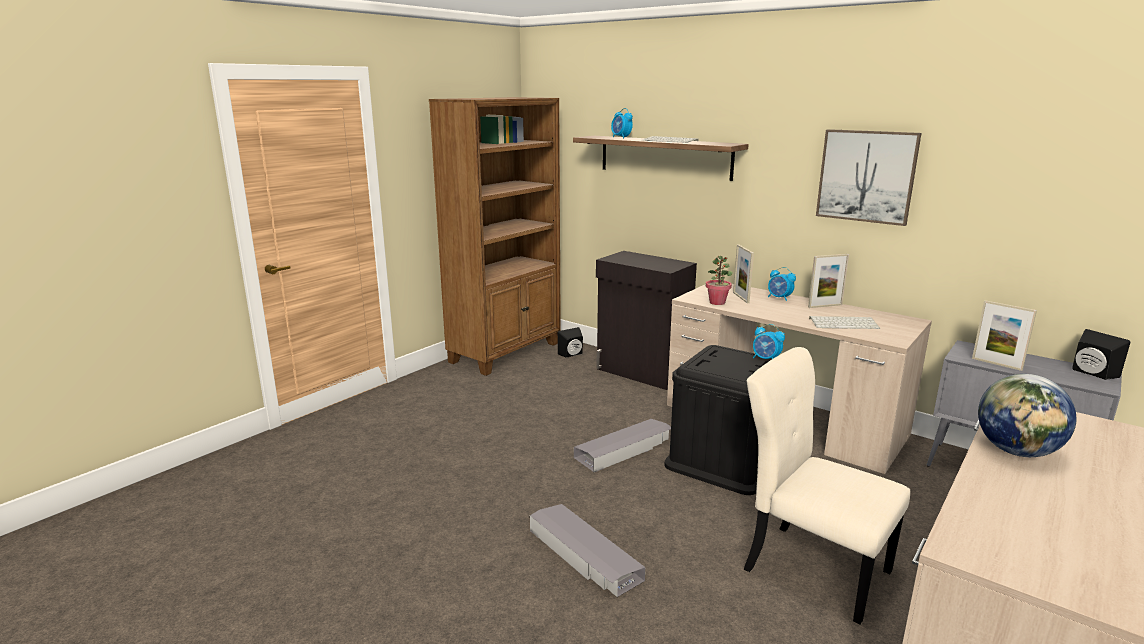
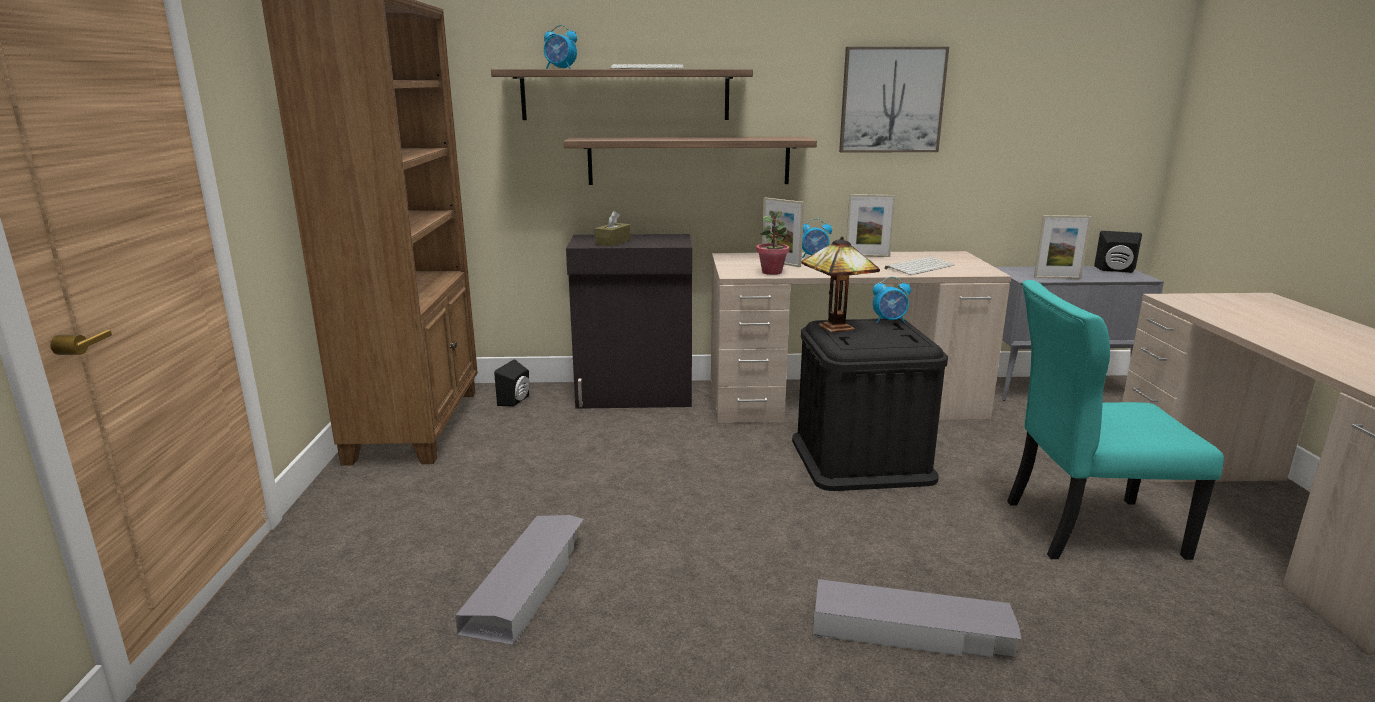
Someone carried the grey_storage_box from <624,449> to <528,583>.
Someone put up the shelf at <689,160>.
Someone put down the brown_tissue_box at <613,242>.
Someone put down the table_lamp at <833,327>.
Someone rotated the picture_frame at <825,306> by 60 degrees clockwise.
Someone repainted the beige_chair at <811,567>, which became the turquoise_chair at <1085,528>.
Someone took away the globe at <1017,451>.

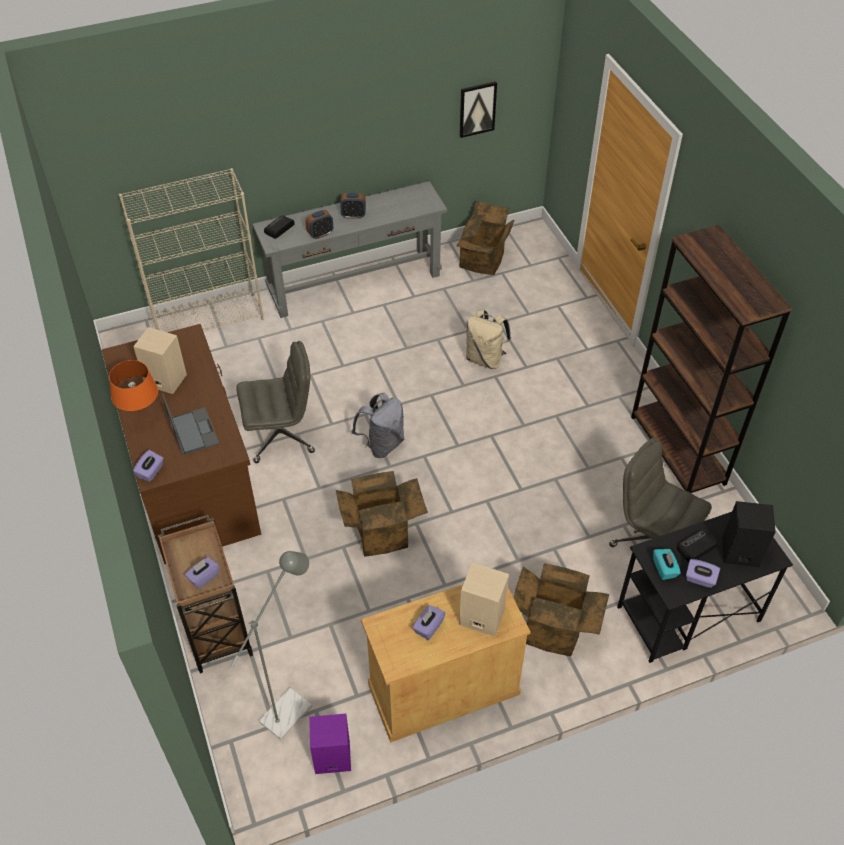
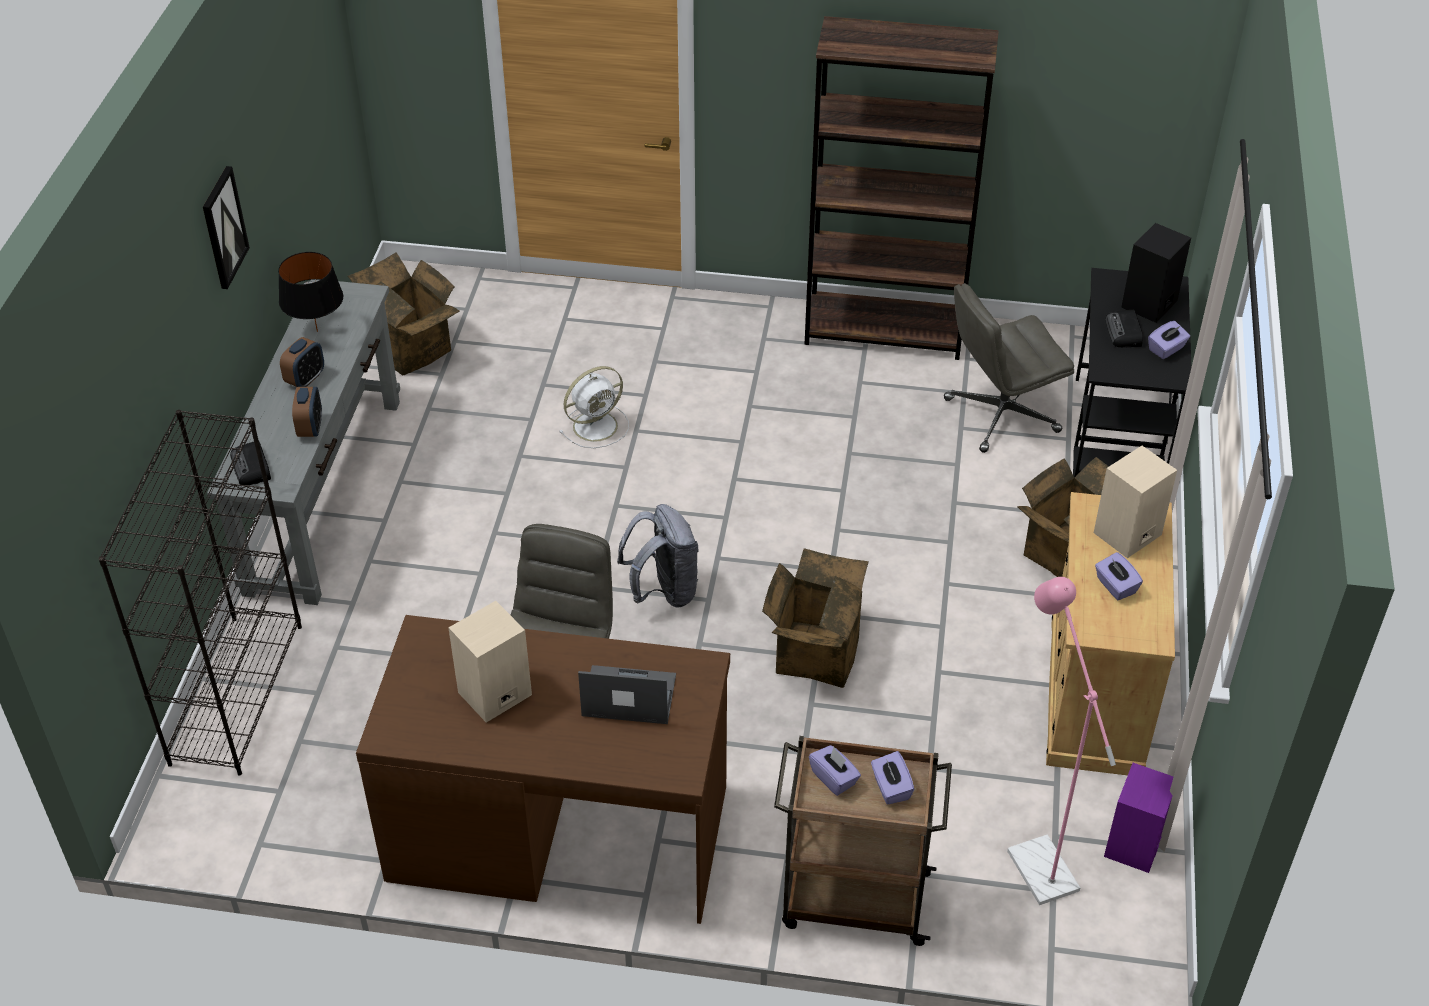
Someone repainted the beige_bookcase at <209,319>, which became the black_bookcase at <236,692>.
Someone carried the picture from <477,109> to <223,227>.
Someone put down the black_table_lamp at <317,331>.
Someone swapped the beige_backpack at <485,358> for the white_fan at <597,425>.
Someone carried the purple_tissue_box from <151,472> to <834,778>.
Someone repainted the grey_floor_lamp at <292,707>, which became the pink_floor_lamp at <1035,859>.
Someone took away the orange_table_lamp at <141,413>.
Someone took away the turquoise_tissue_box at <664,569>.

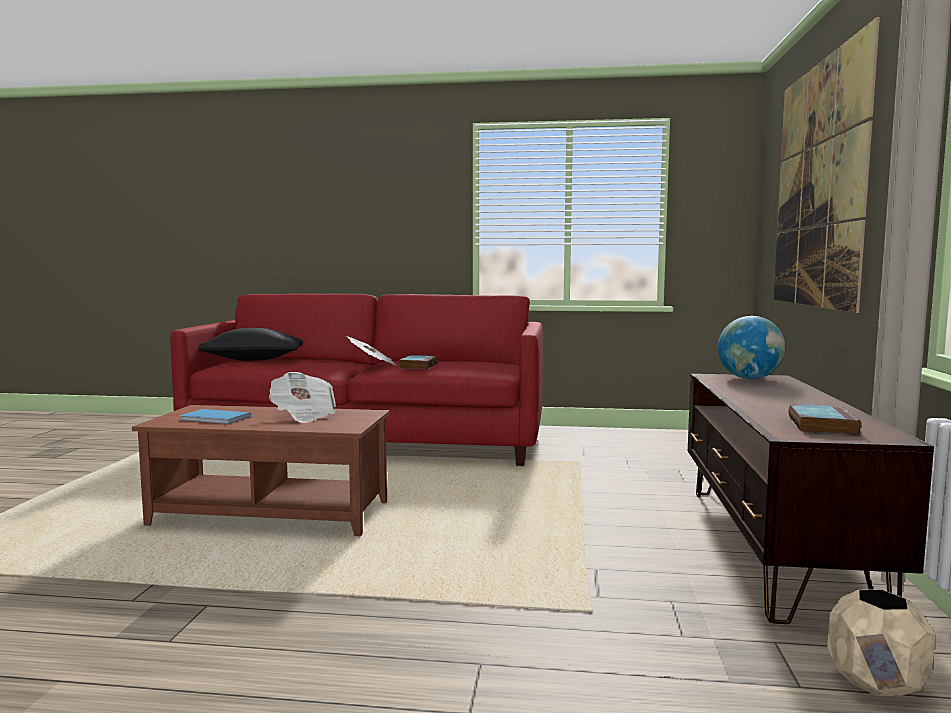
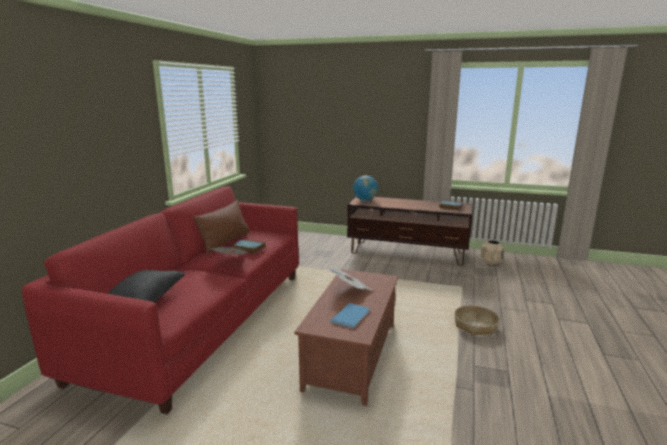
Someone put down the brown_pillow at <225,241>.
Someone put down the basket at <475,326>.
Someone took away the picture at <817,185>.

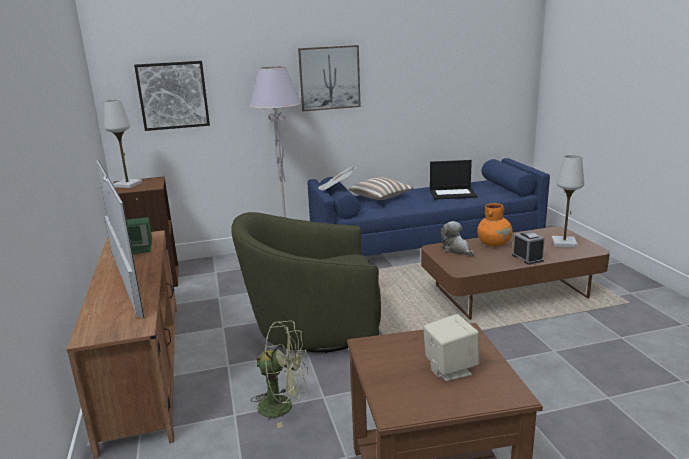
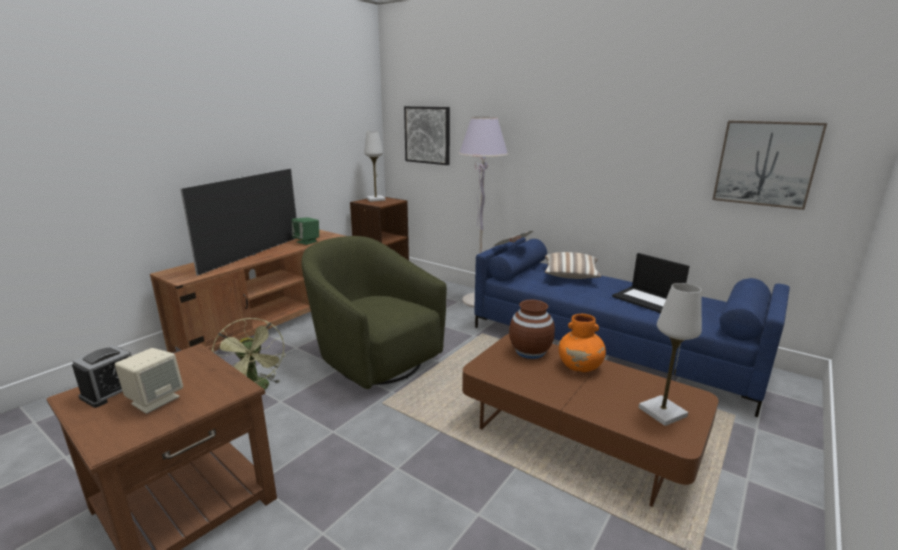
Someone carried the alarm_clock from <527,258> to <111,391>.
Someone swapped the plush_toy at <456,250> for the brown_vase at <530,351>.
Someone carried the picture from <329,78> to <765,163>.

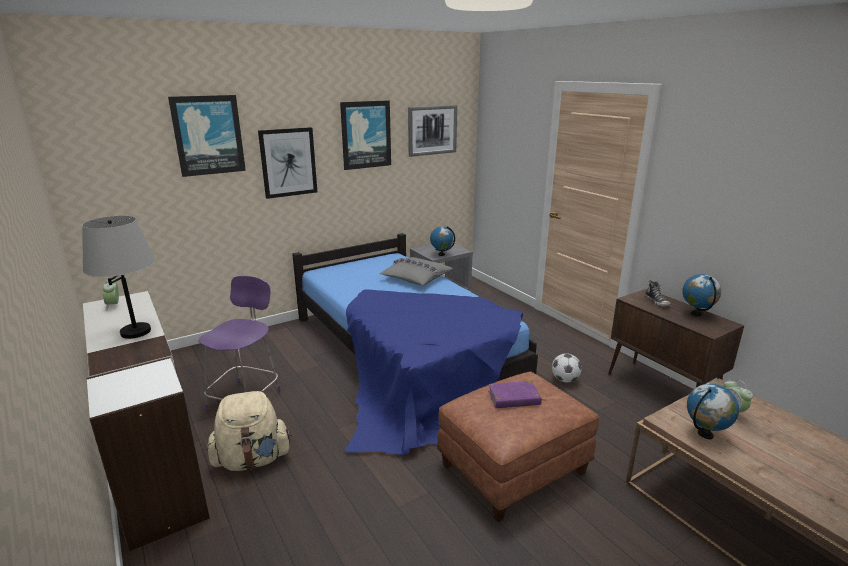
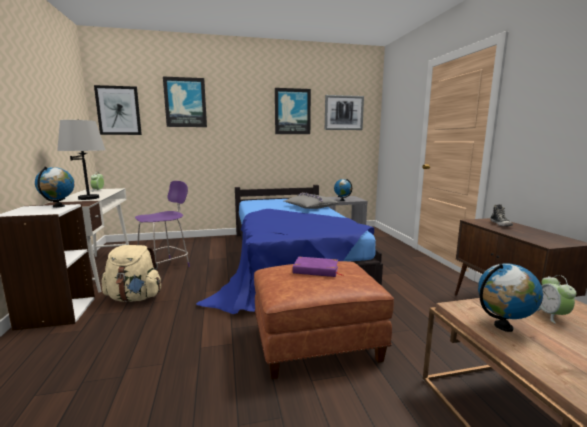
Someone carried the globe from <696,314> to <58,206>.
Someone carried the picture from <288,162> to <118,110>.
Someone took away the football at <565,380>.

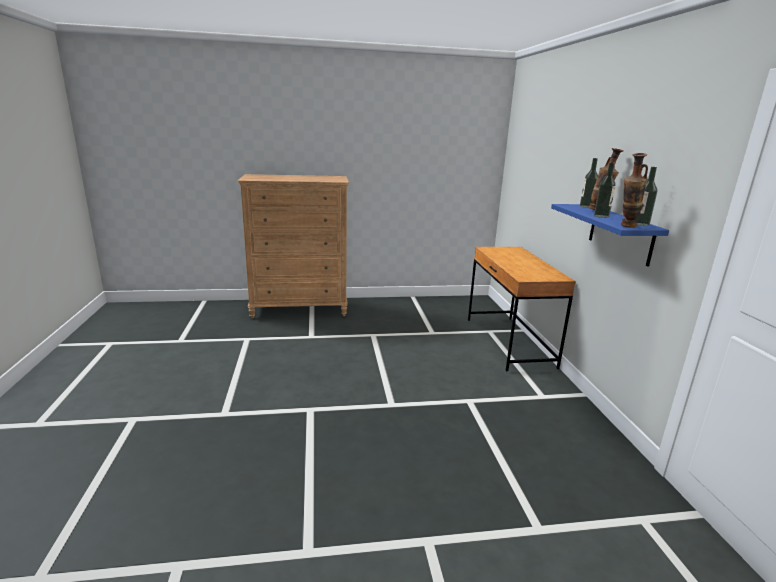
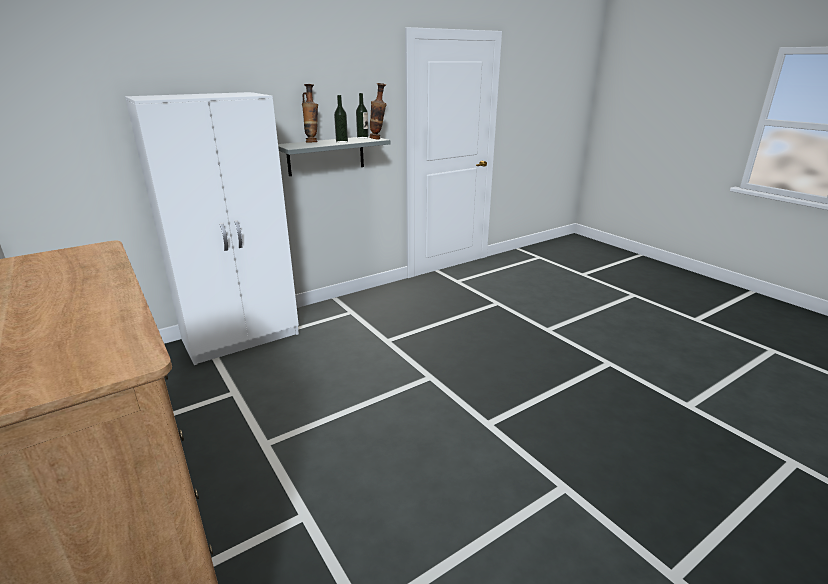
Someone swapped the brown_desk at <508,342> for the white_wardrobe at <242,337>.
Someone repainted the blue_shelf at <620,233>, which became the grey_shelf at <326,155>.
Someone took away the bottle at <586,206>.

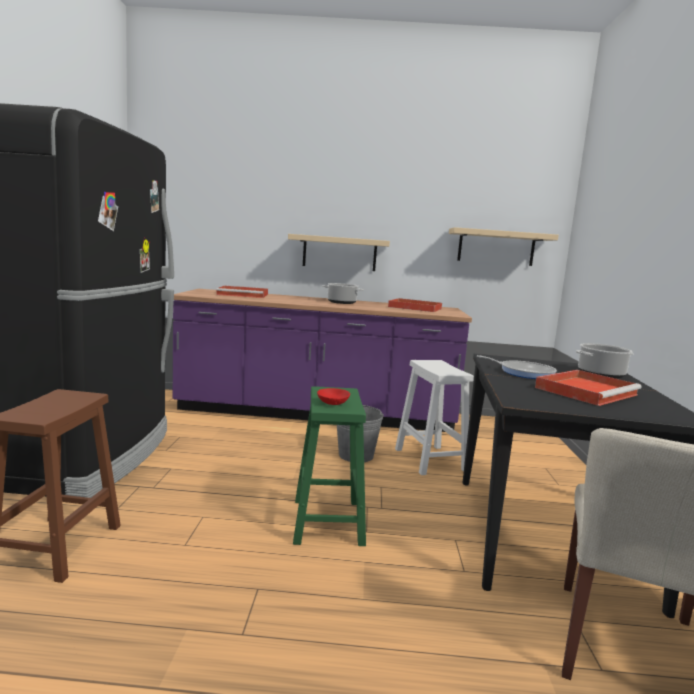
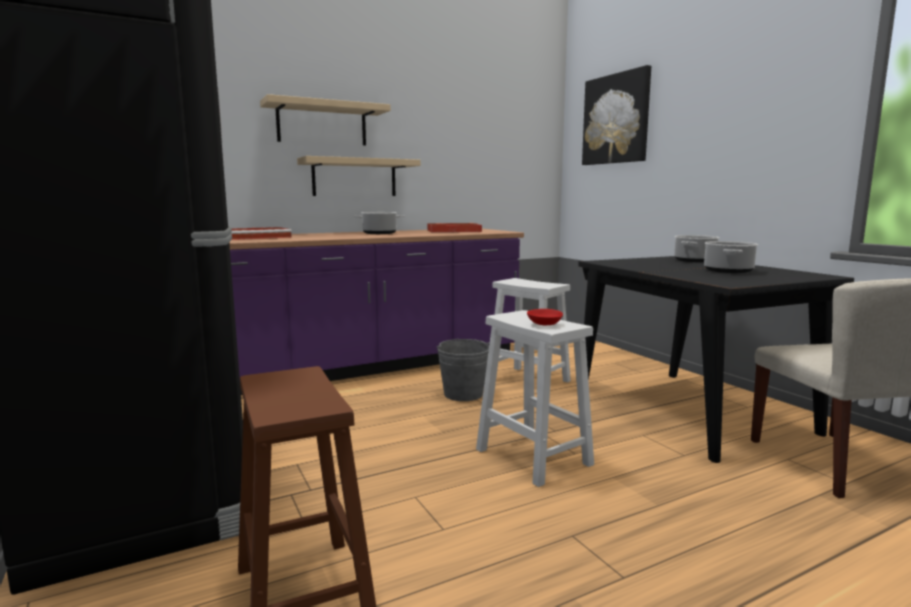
Someone carried the beige_shelf from <496,247> to <322,124>.
Someone repainted the green_stool at <327,520>, which became the white_stool at <531,456>.
Someone put up the picture at <616,119>.
Someone swapped the red_tray at <586,391> for the cooking_pot at <727,271>.
Someone took away the frying_pan at <523,372>.

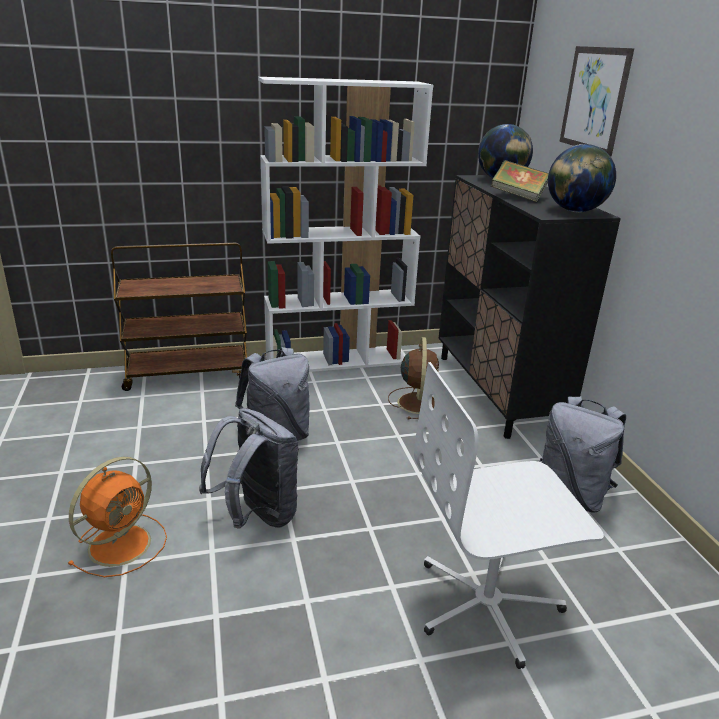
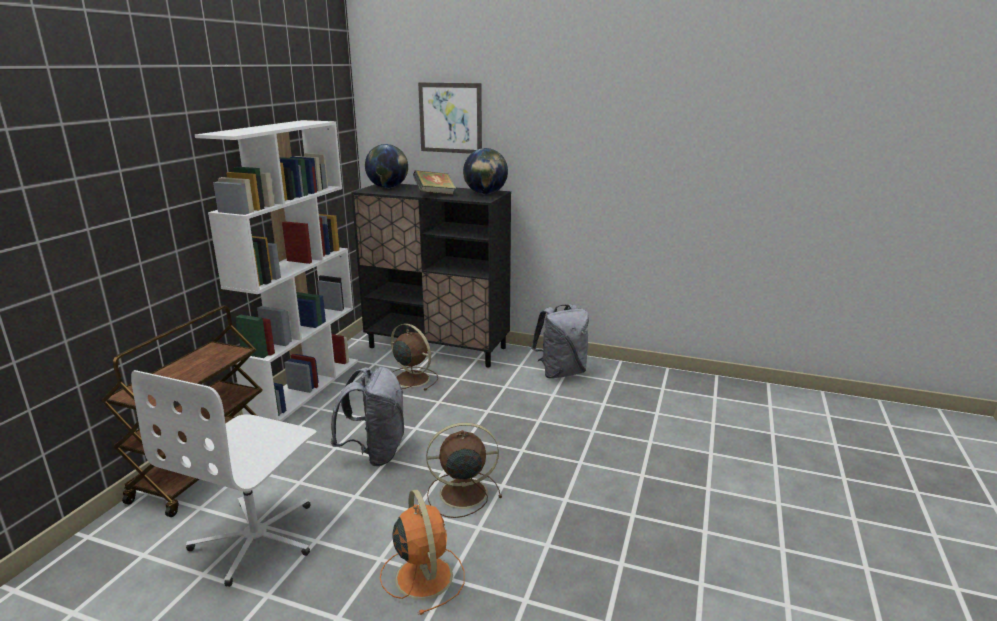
Someone carried the white_office_chair from <488,604> to <257,538>.
Someone swapped the grey_backpack at <257,516> for the brown_fan at <461,493>.

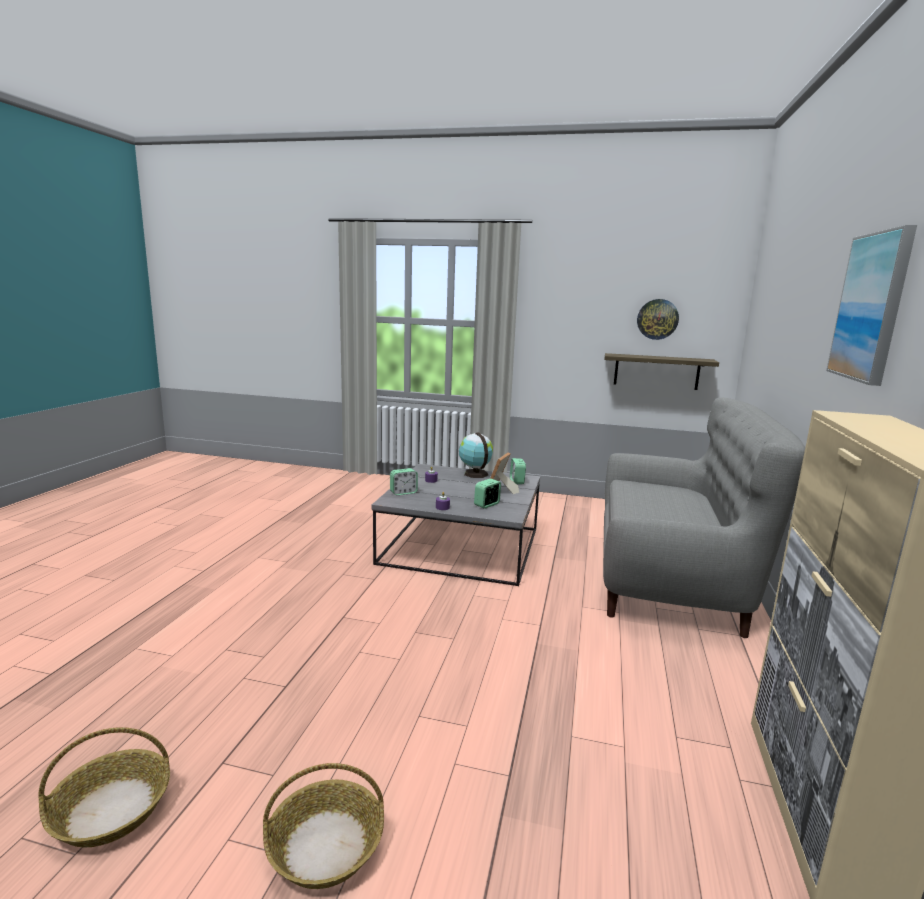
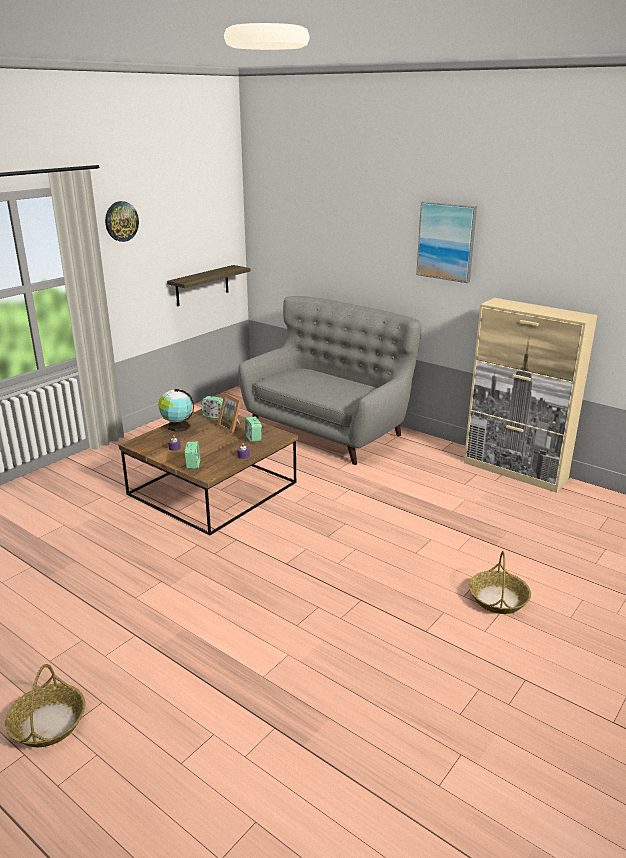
Someone carried the basket from <112,809> to <48,723>.
Someone carried the wall_clock from <657,319> to <121,221>.
Someone repainted the grey_coffee_table at <462,546>, which became the brown_coffee_table at <214,488>.

